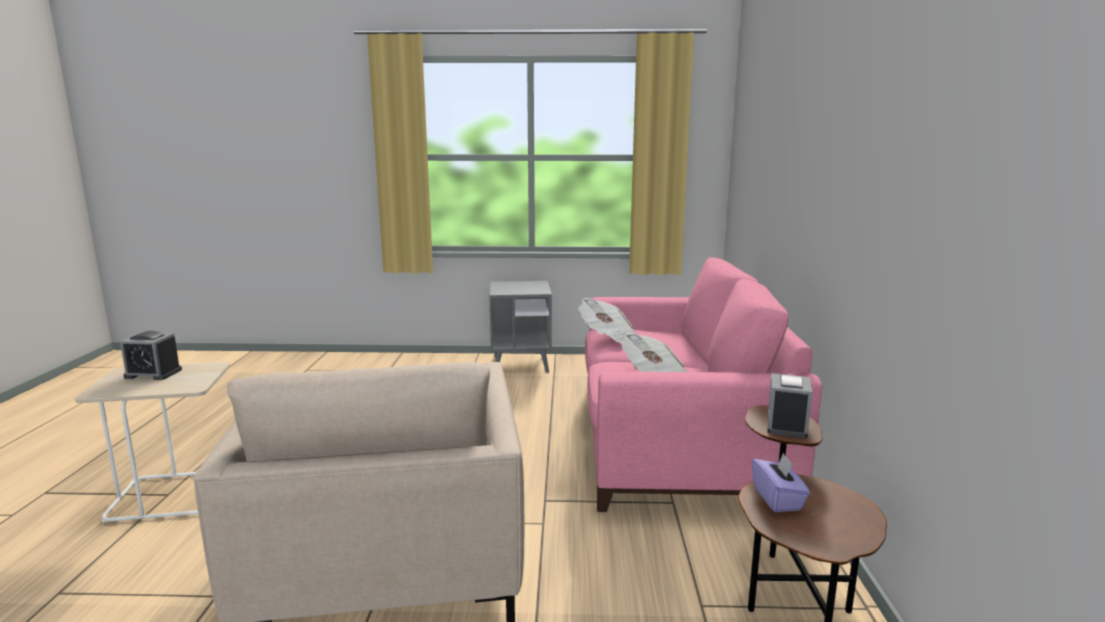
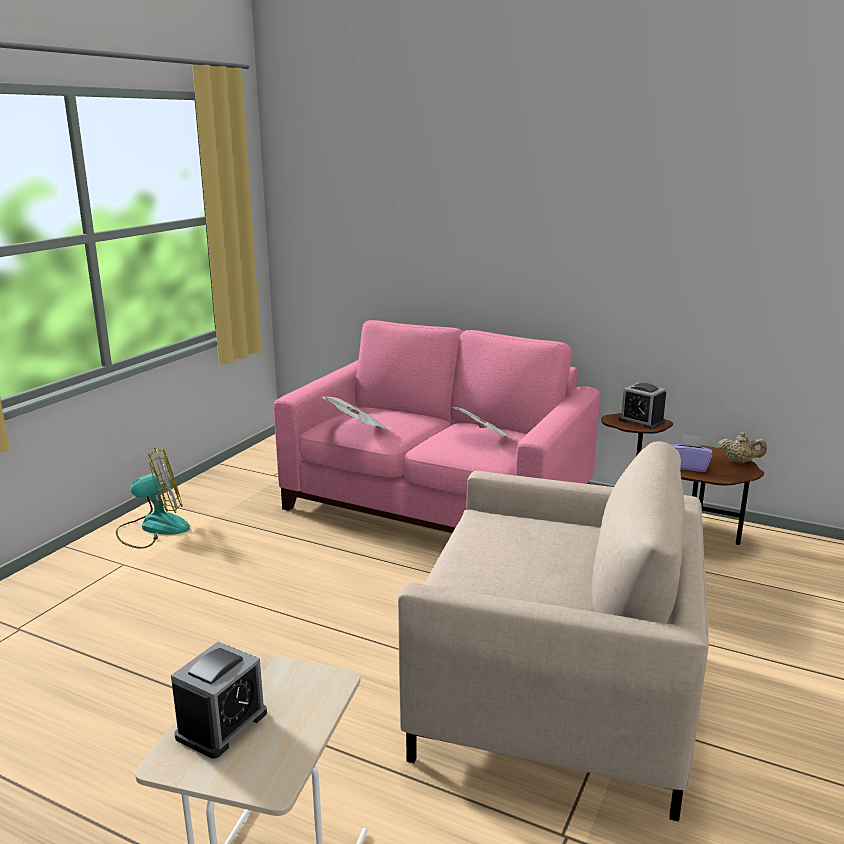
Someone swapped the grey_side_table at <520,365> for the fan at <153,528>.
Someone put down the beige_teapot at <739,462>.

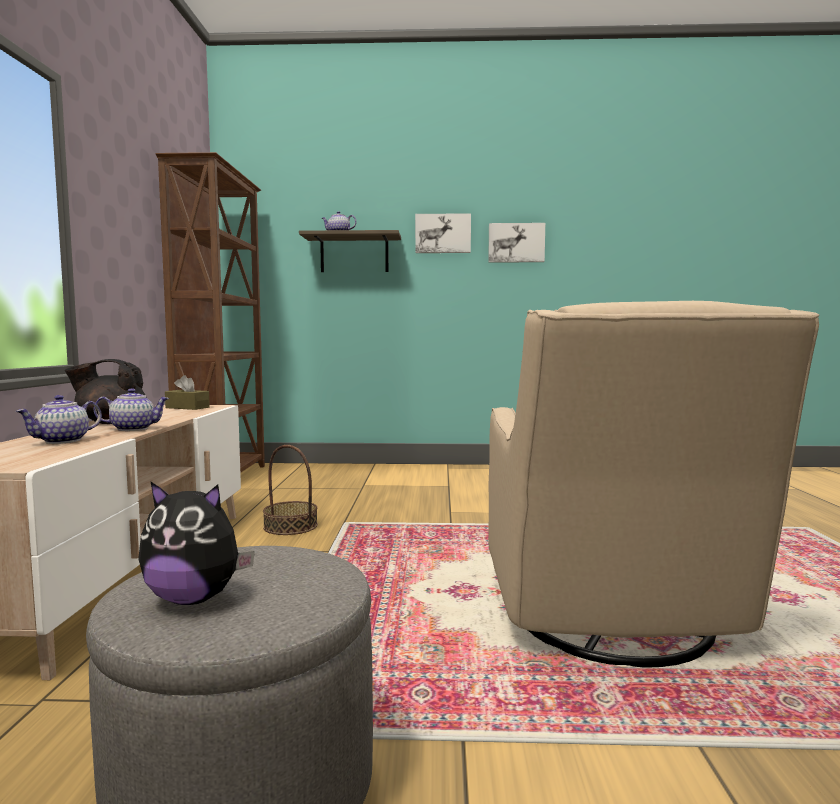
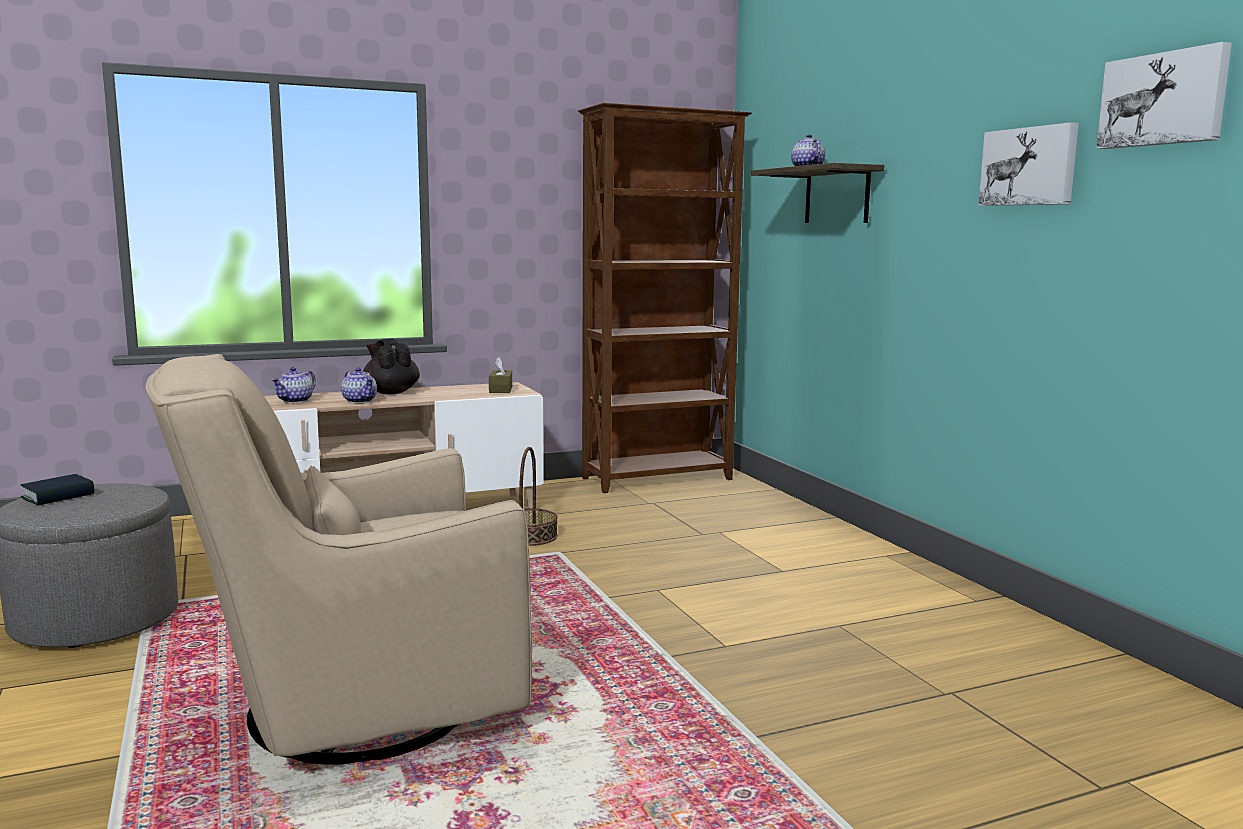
Someone swapped the plush_toy at <194,598> for the book at <58,496>.
Someone rotated the teapot at <62,441> by 75 degrees counterclockwise.
Someone carried the picture from <443,234> to <1164,99>.

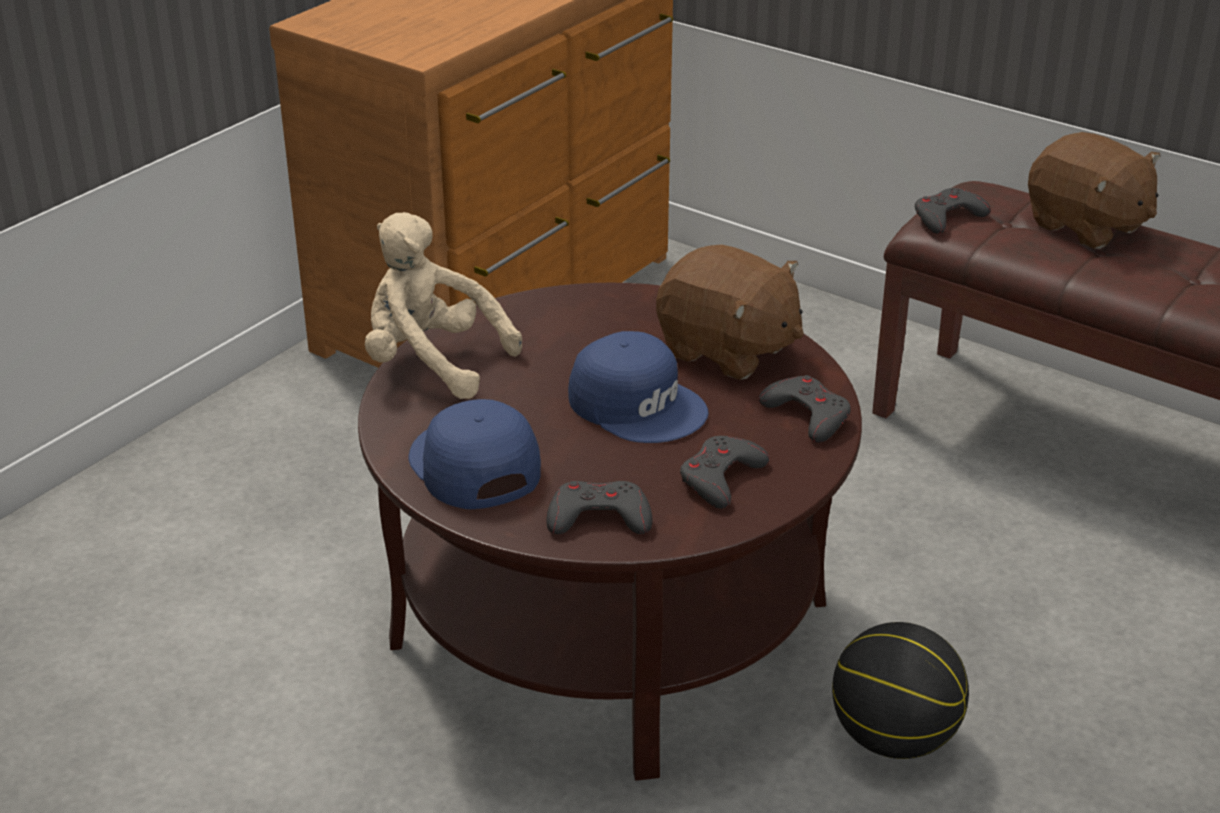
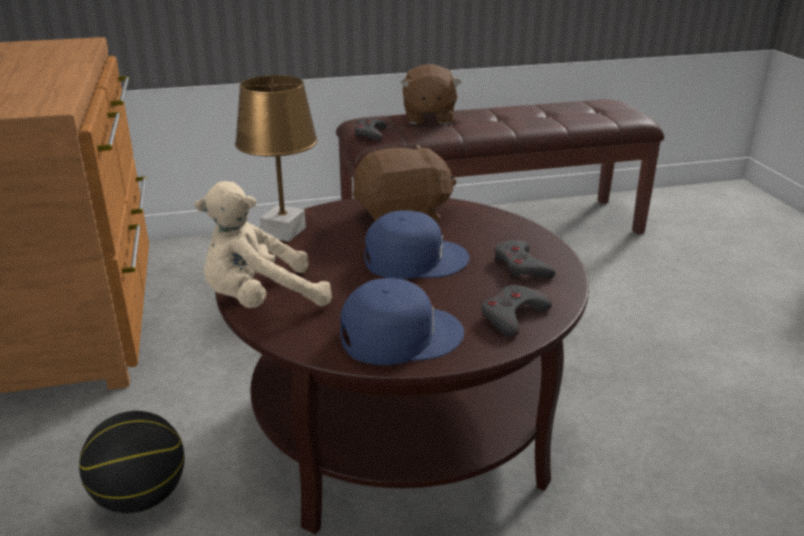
Someone carried the basketball from <893,738> to <140,497>.
Someone put down the brown_table_lamp at <283,232>.
Someone rotated the blue_cap at <472,466> by 150 degrees clockwise.
Someone rotated the brown_plush_toy at <1086,226> by 90 degrees clockwise.
Someone took away the grey_game_controller at <807,415>.

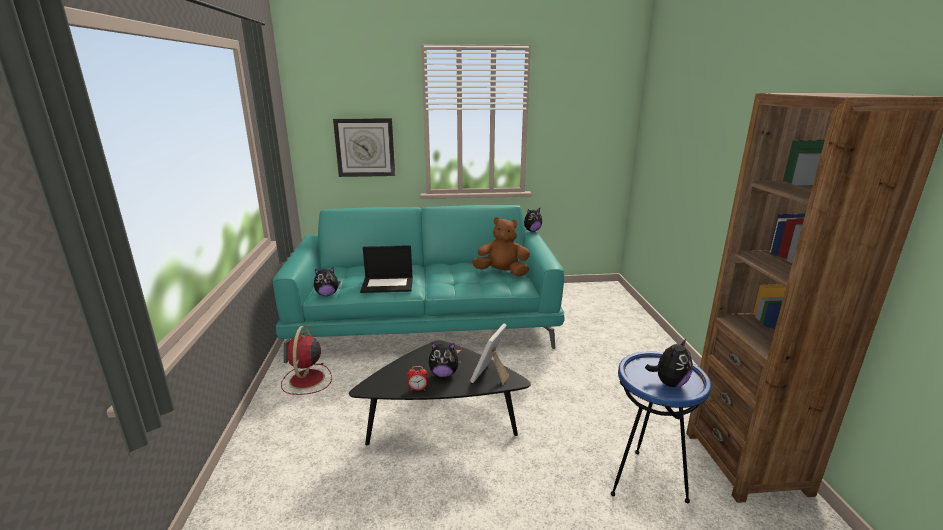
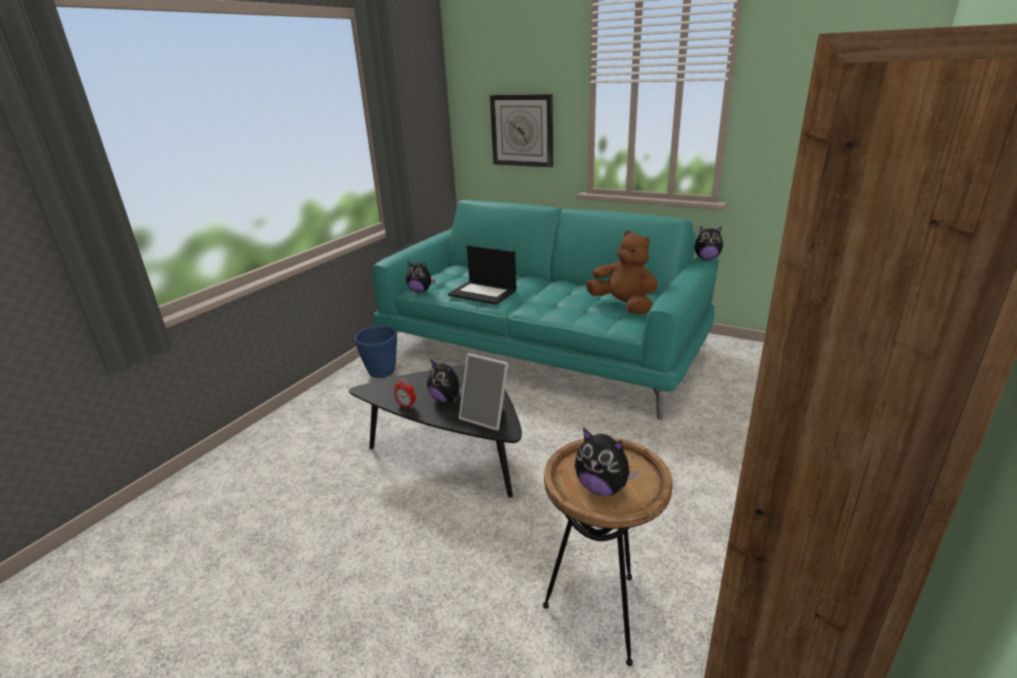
Someone swapped the red_fan at <306,380> for the blue_planter at <381,373>.
Someone rotated the picture_frame at <490,376> by 120 degrees counterclockwise.
Someone repainted the blue_side_table at <645,481>, which became the brown_side_table at <601,613>.
Someone rotated the plush_toy at <669,383> by 45 degrees clockwise.

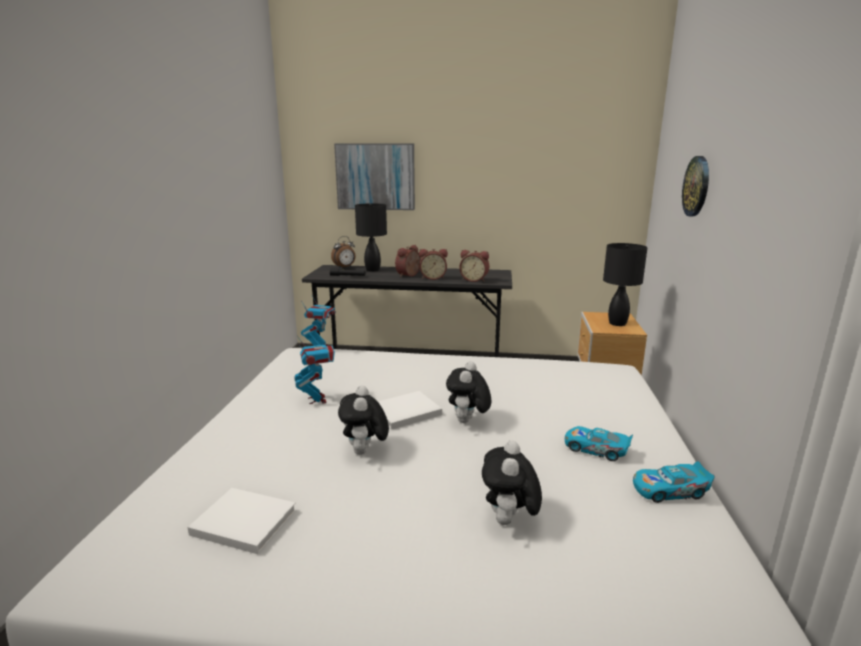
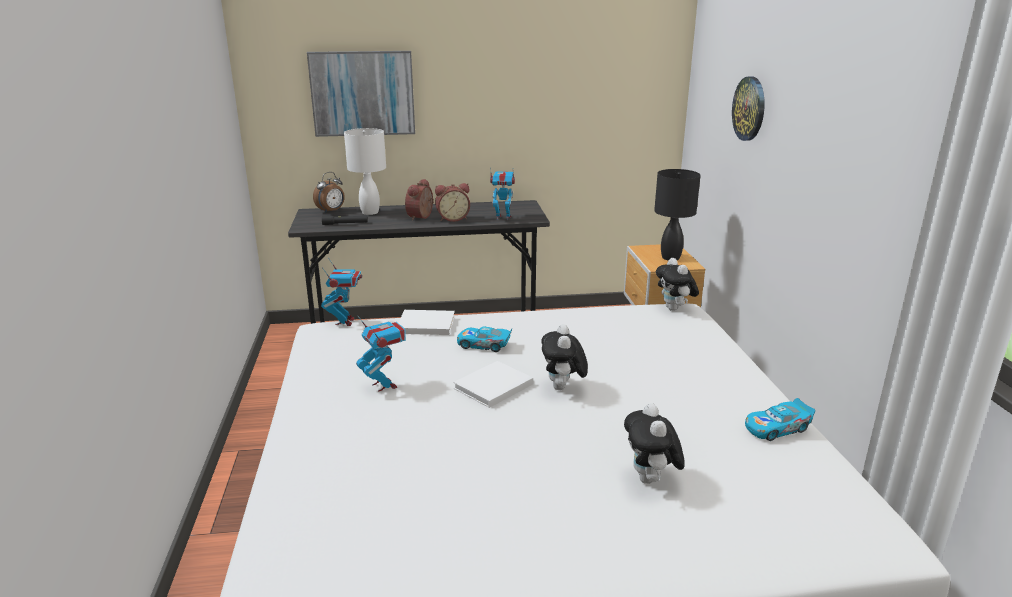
Someone repainted the black_table_lamp at <373,270>, which became the white_table_lamp at <370,212>.
Someone carried the white_book from <242,521> to <424,324>.
Someone carried the toy_car from <596,449> to <484,345>.
Someone swapped the alarm_clock at <474,280> for the toy_robot at <503,218>.
Someone carried the plush_toy from <365,452> to <674,309>.

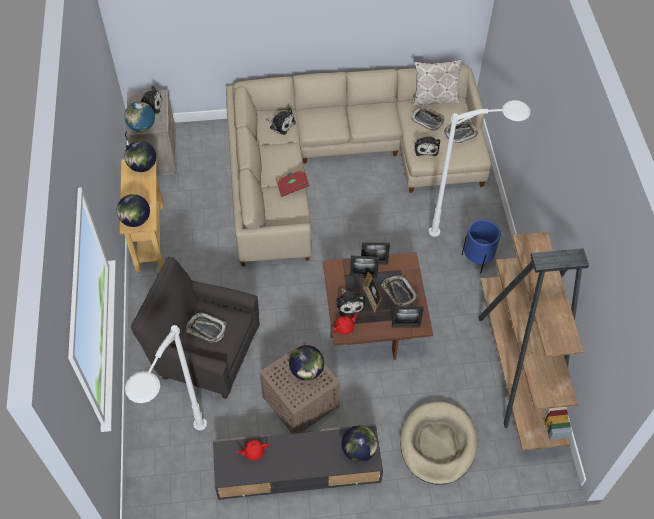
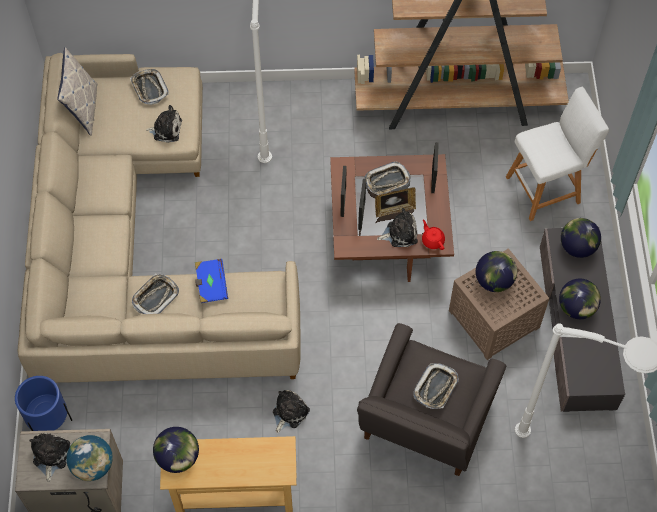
Someone carried the blue_planter from <477,259> to <49,420>.
Someone carried the tray from <427,120> to <155,297>.
Someone repainted the red_book at <292,186>, which became the blue_book at <211,285>.
Someone carried the plush_toy from <281,124> to <289,413>.
Someone swapped the beige_dog_bed at <437,444> for the white_stool at <546,188>.
Someone carried the globe from <135,220> to <576,308>.
Someone took away the red_teapot at <253,452>.

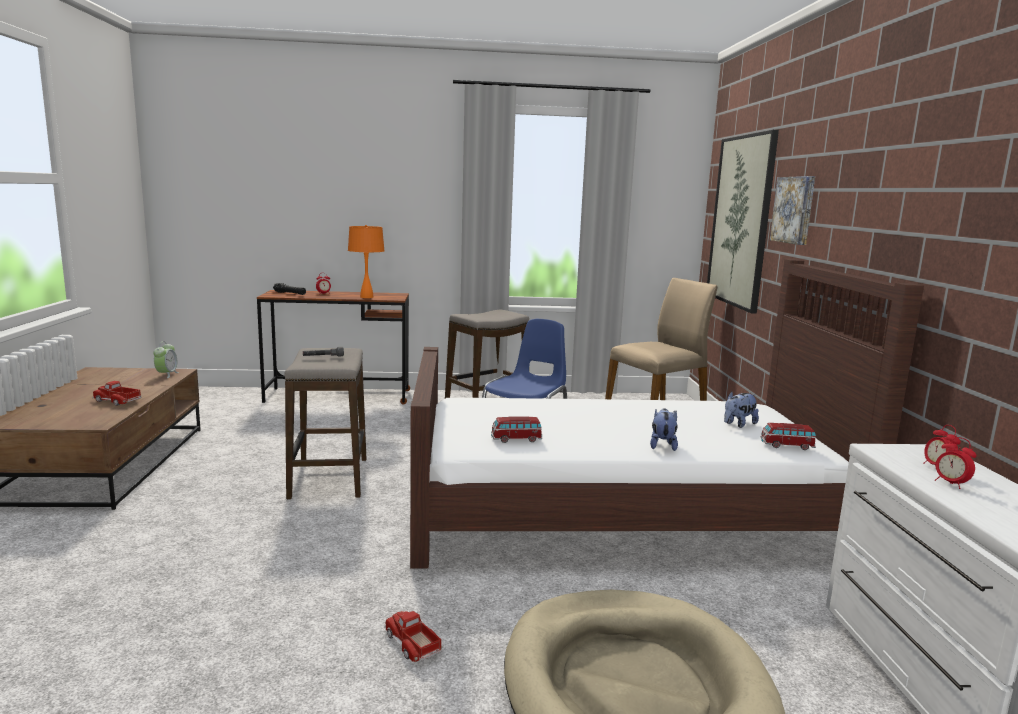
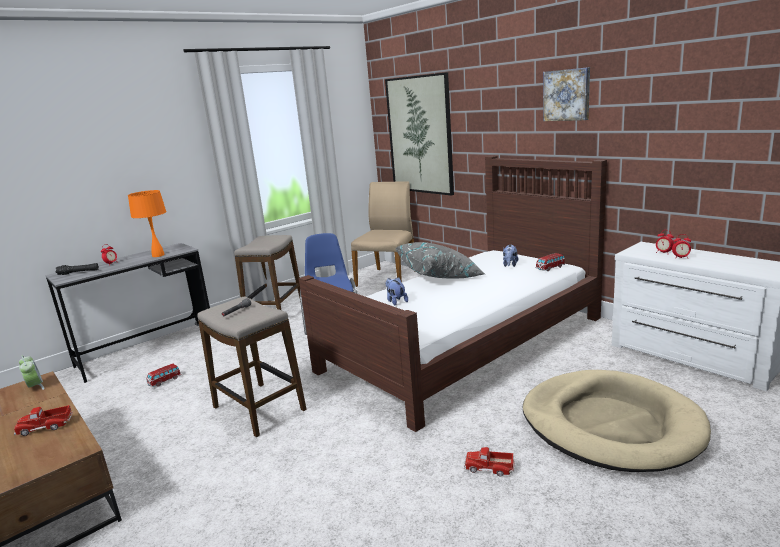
Someone repainted the brown_desk at <338,396>, which became the grey_desk at <147,350>.
Someone carried the toy_car from <516,439> to <164,381>.
Someone carried the plush_toy from <662,445> to <396,301>.
Someone put down the grey_pillow at <440,276>.
Someone carried the picture from <795,210> to <567,95>.

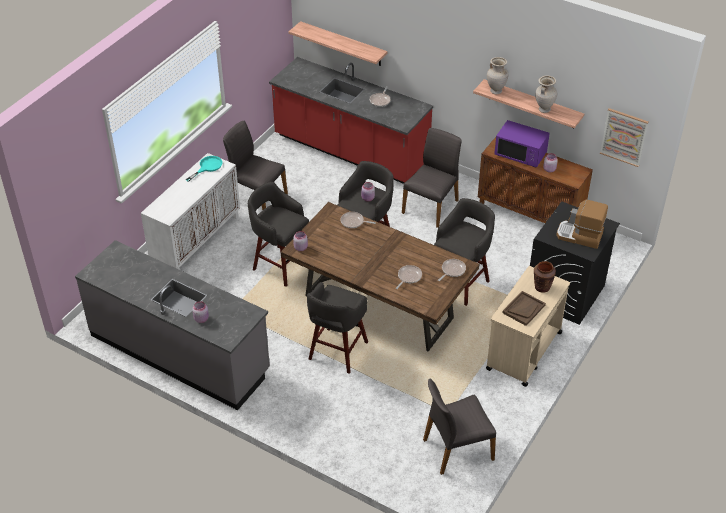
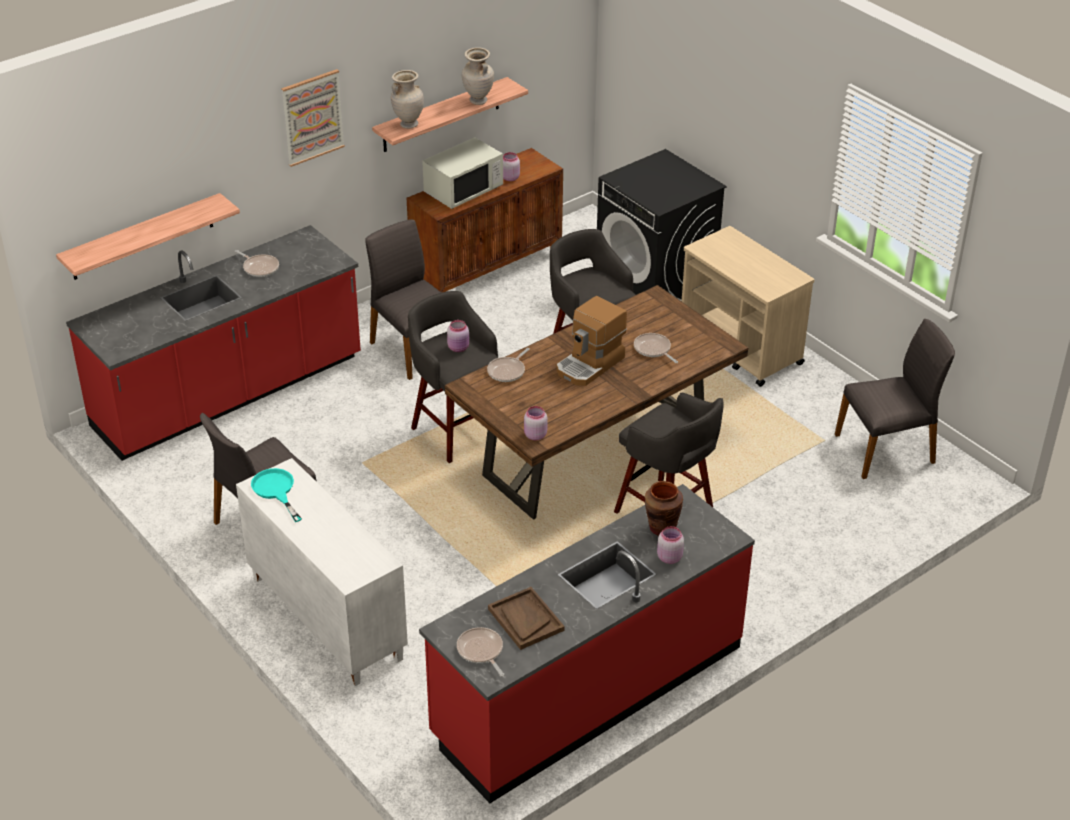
Someone carried the picture from <624,137> to <312,117>.
Someone repainted the grey_counter at <180,353>, which became the red_counter at <587,691>.
Someone repainted the purple_microwave at <520,154>, which became the white_microwave at <463,191>.
Someone carried the frying_pan from <452,270> to <481,651>.
Someone carried the brown_tray from <523,309> to <525,619>.
Someone carried the coffee_machine from <579,236> to <590,365>.
Someone carried the brown_vase from <542,287> to <662,528>.
Someone rotated the grey_chair at <457,449> by 105 degrees counterclockwise.
Someone took away the grey_stool at <280,265>.

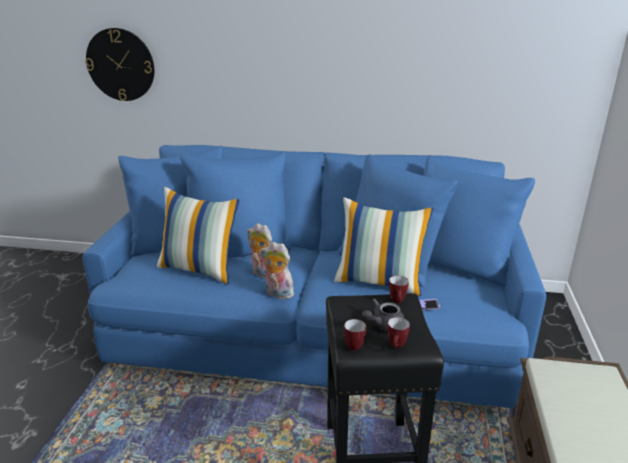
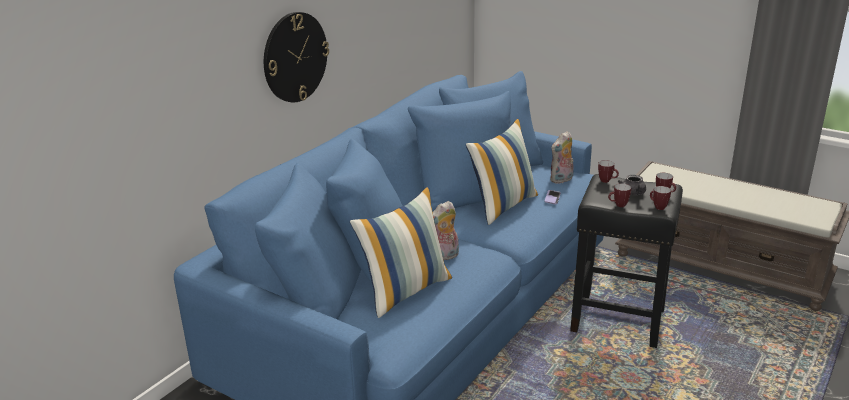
Someone carried the wall_clock from <120,65> to <295,57>.
Someone carried the plush_toy from <277,294> to <561,180>.
Someone put down the mug at <618,205>.

